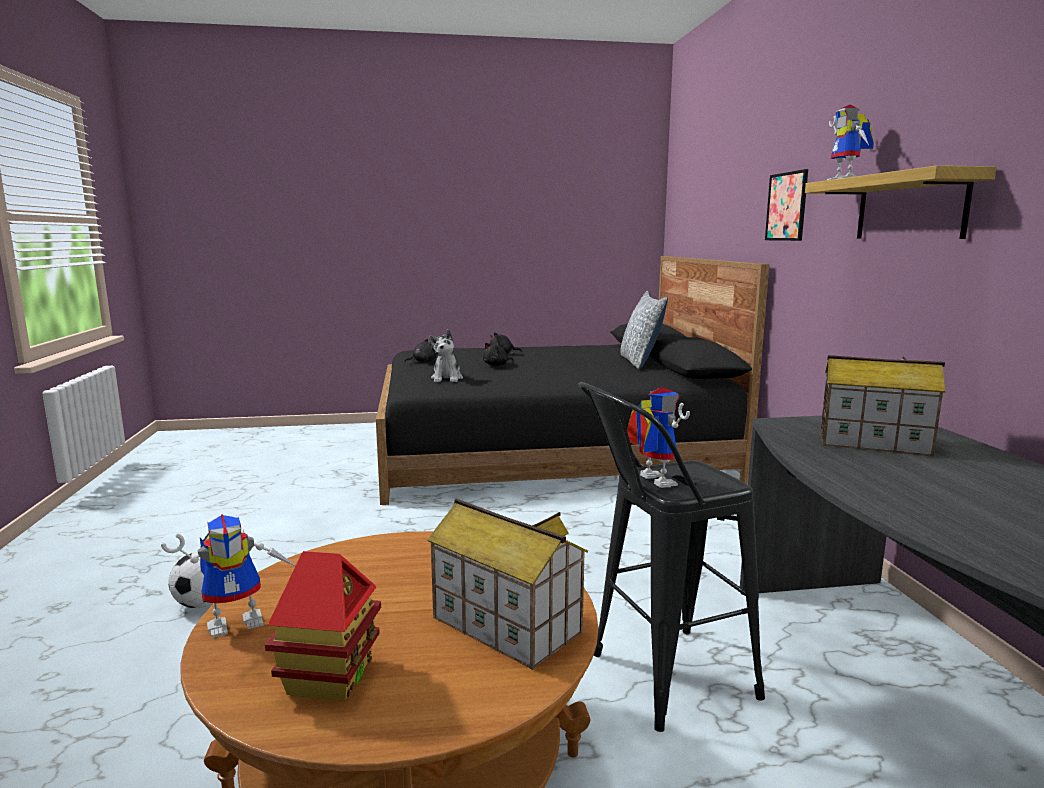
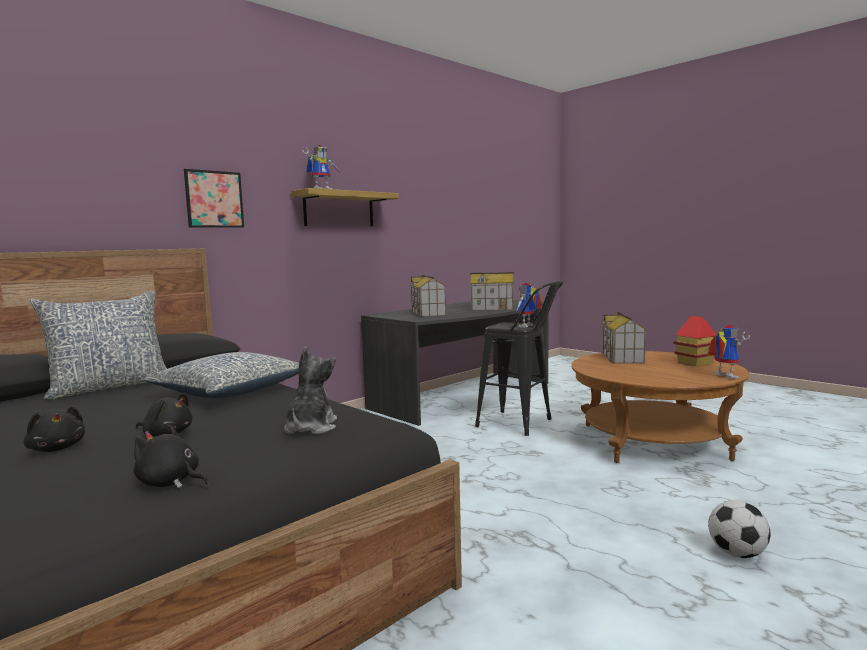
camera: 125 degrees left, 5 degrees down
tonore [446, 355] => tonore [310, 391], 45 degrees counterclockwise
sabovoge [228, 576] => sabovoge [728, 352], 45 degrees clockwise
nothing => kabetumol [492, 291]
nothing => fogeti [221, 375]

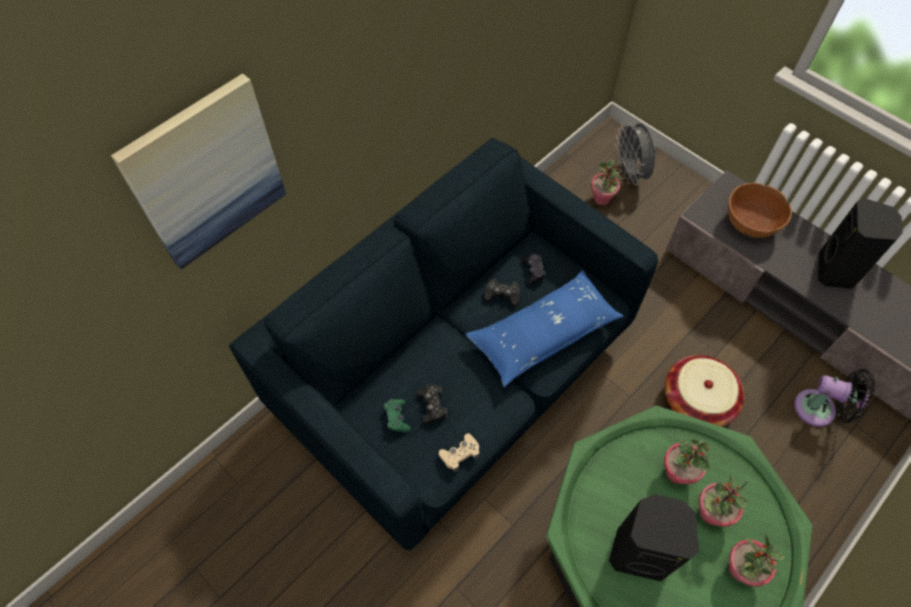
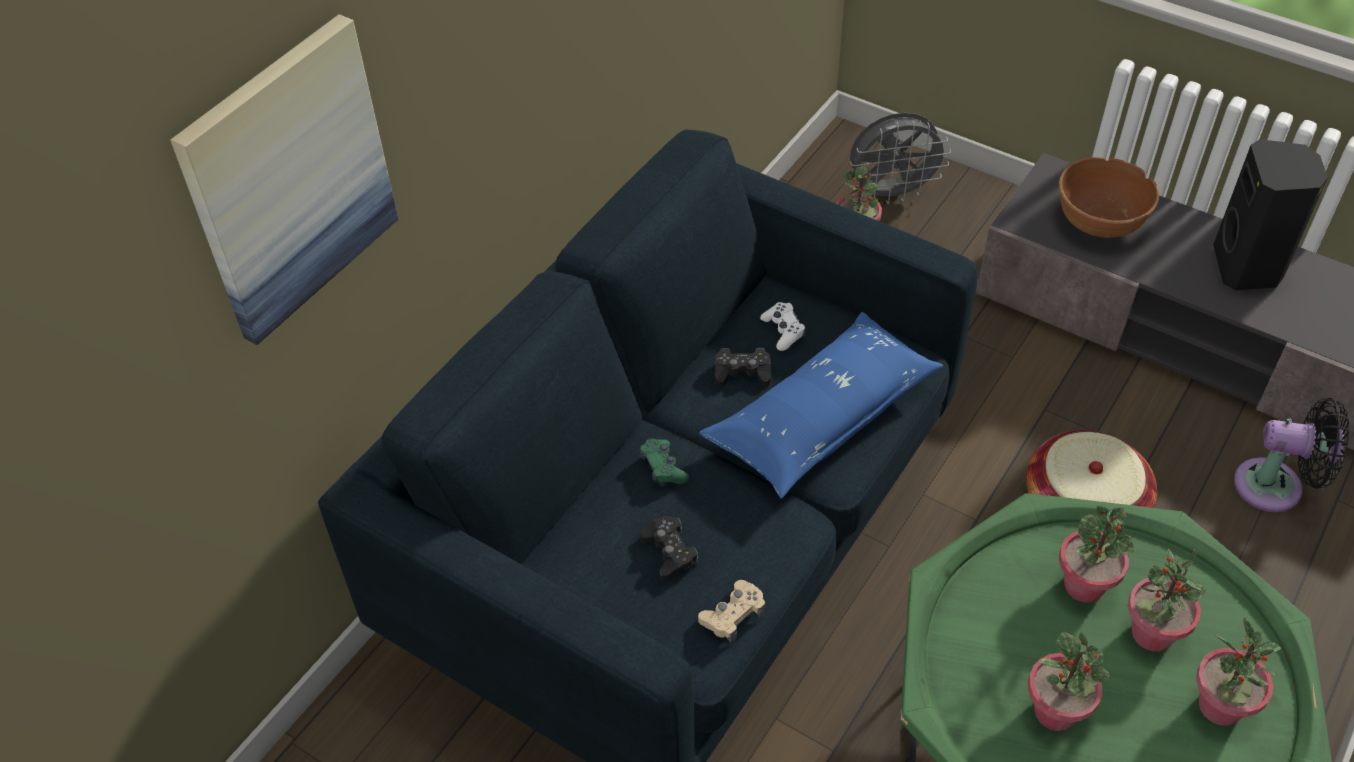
camera: 10 degrees left, 10 degrees down
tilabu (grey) [635, 154] => tilabu (grey) [900, 158], 75 degrees counterclockwise
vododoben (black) [533, 269] => vododoben (white) [783, 326]
vododoben (green) [397, 416] => vododoben (green) [664, 461], move
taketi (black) [654, 538] => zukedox [1069, 681]

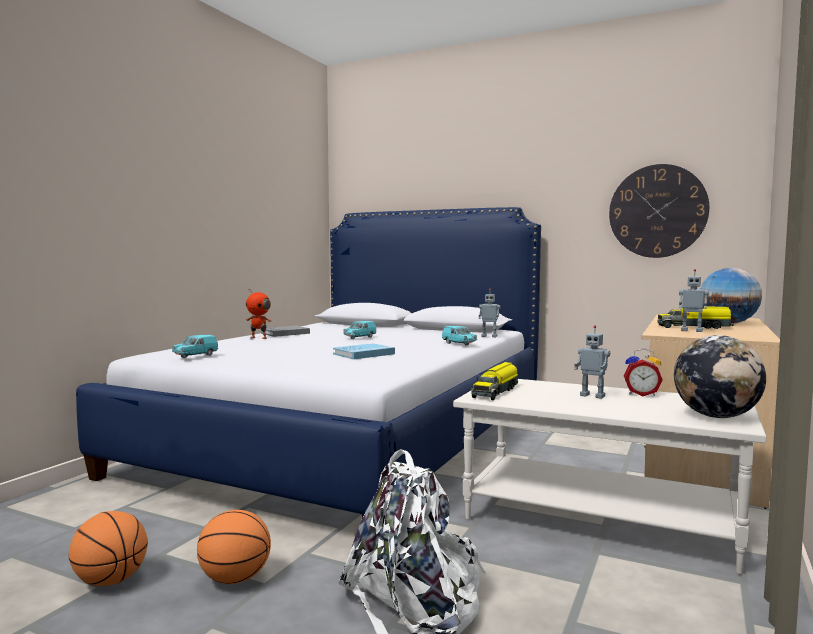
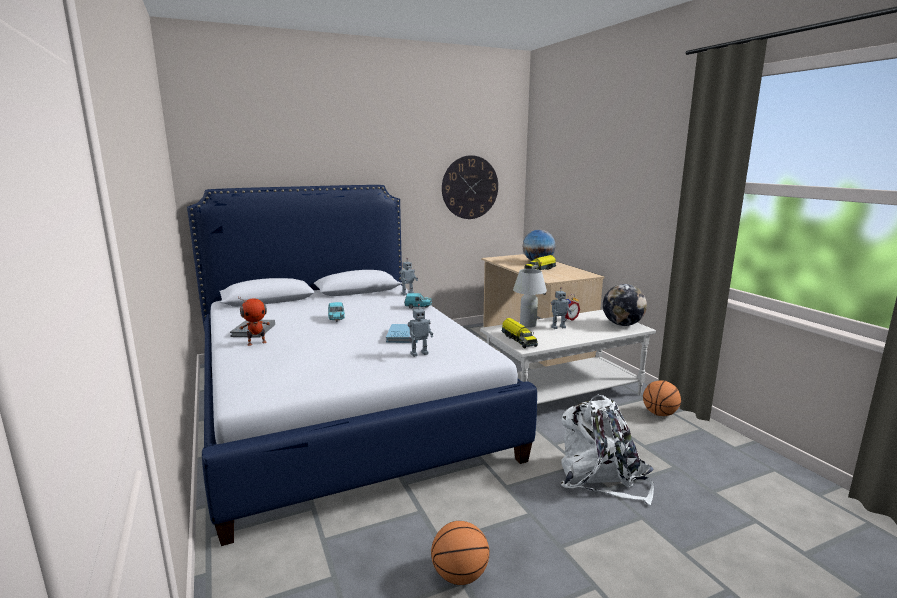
camera: 50 degrees left, 10 degrees up
sabovoge [694, 300] => sabovoge [420, 330], move
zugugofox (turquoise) [195, 346] => nothing
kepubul [234, 547] => kepubul [662, 398], move
nothing => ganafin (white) [530, 298]

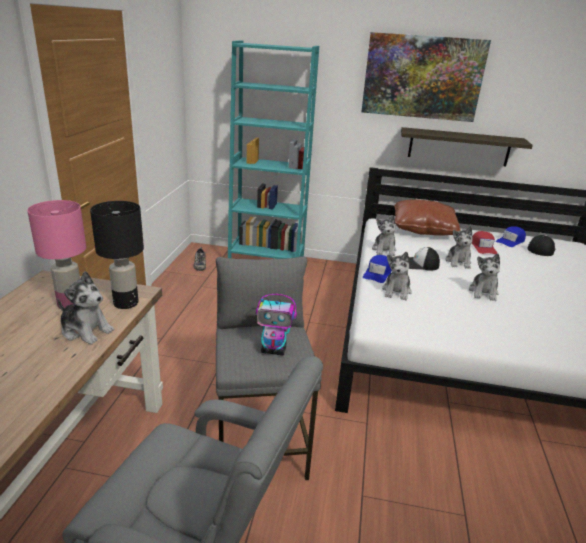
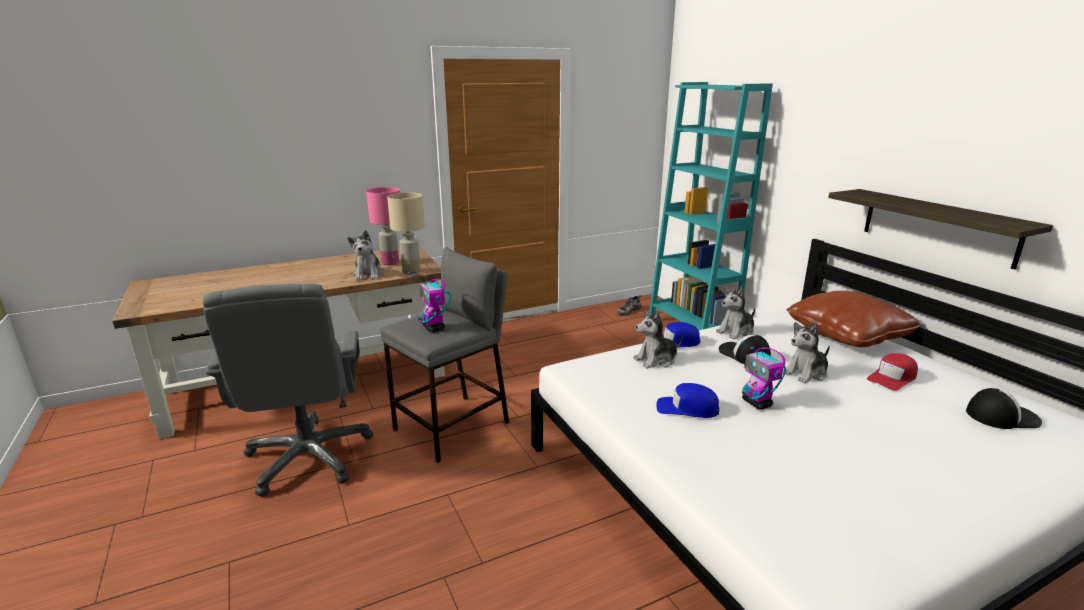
camera: 55 degrees right, 5 degrees down
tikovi [426, 77] => nothing
ganafin (black) [117, 255] => ganafin (beige) [406, 233]
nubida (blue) [511, 236] => nubida (blue) [687, 400], move
tonore [484, 277] => sabovoge [763, 375]

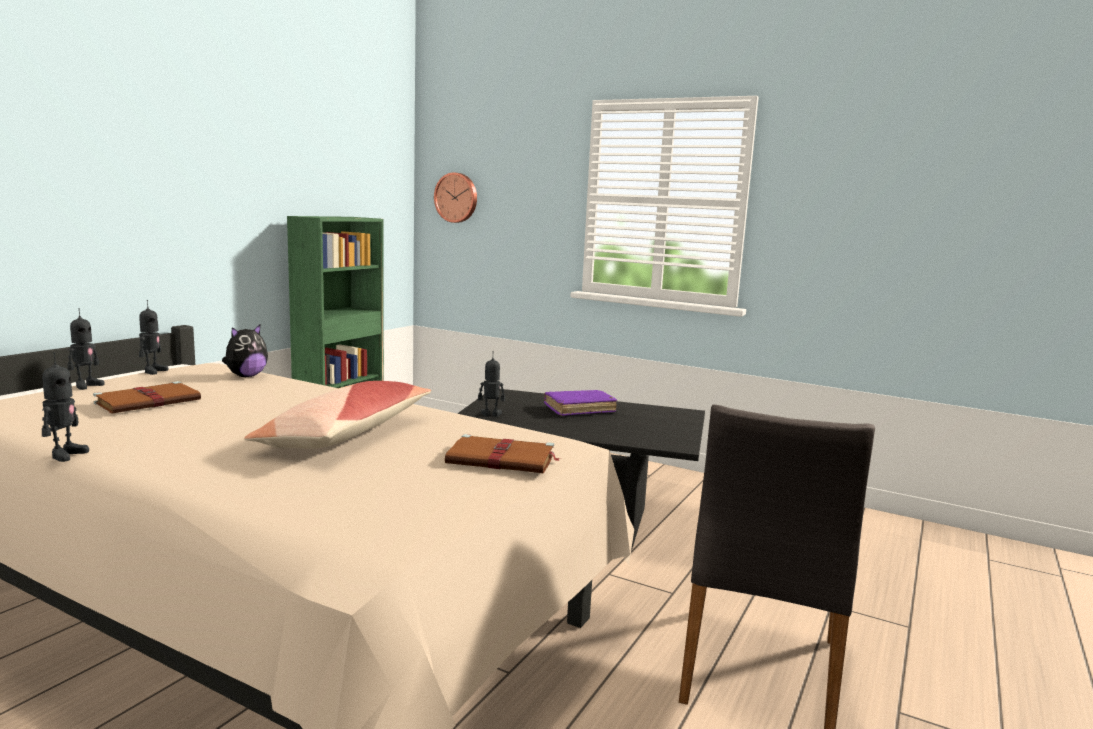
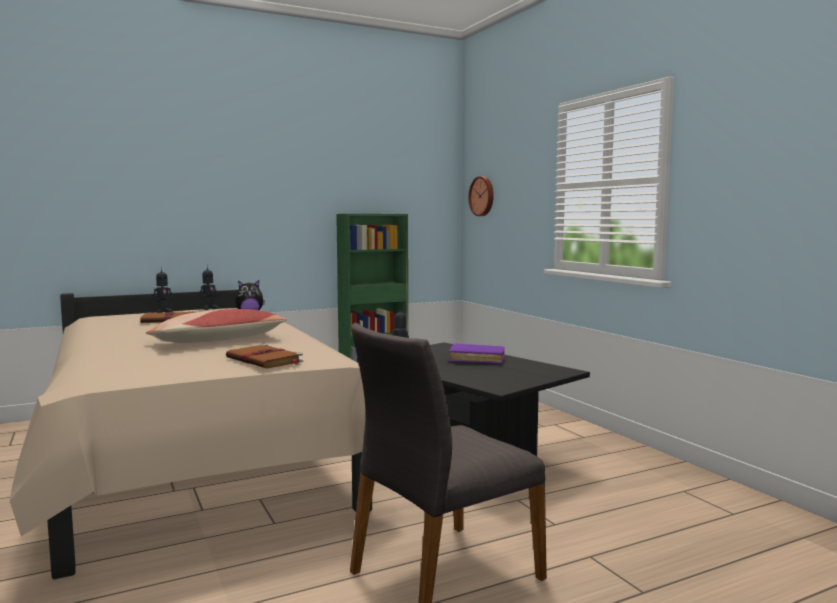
camera: 35 degrees right, 5 degrees down
sabovoge [65, 407] => nothing

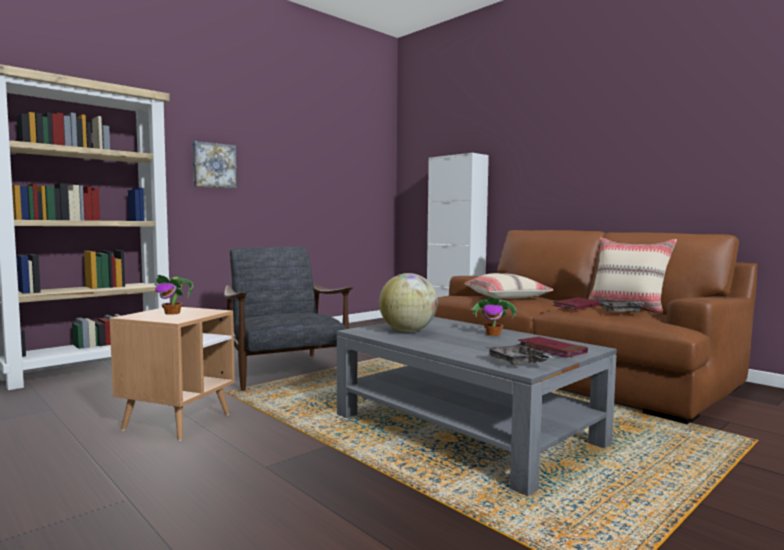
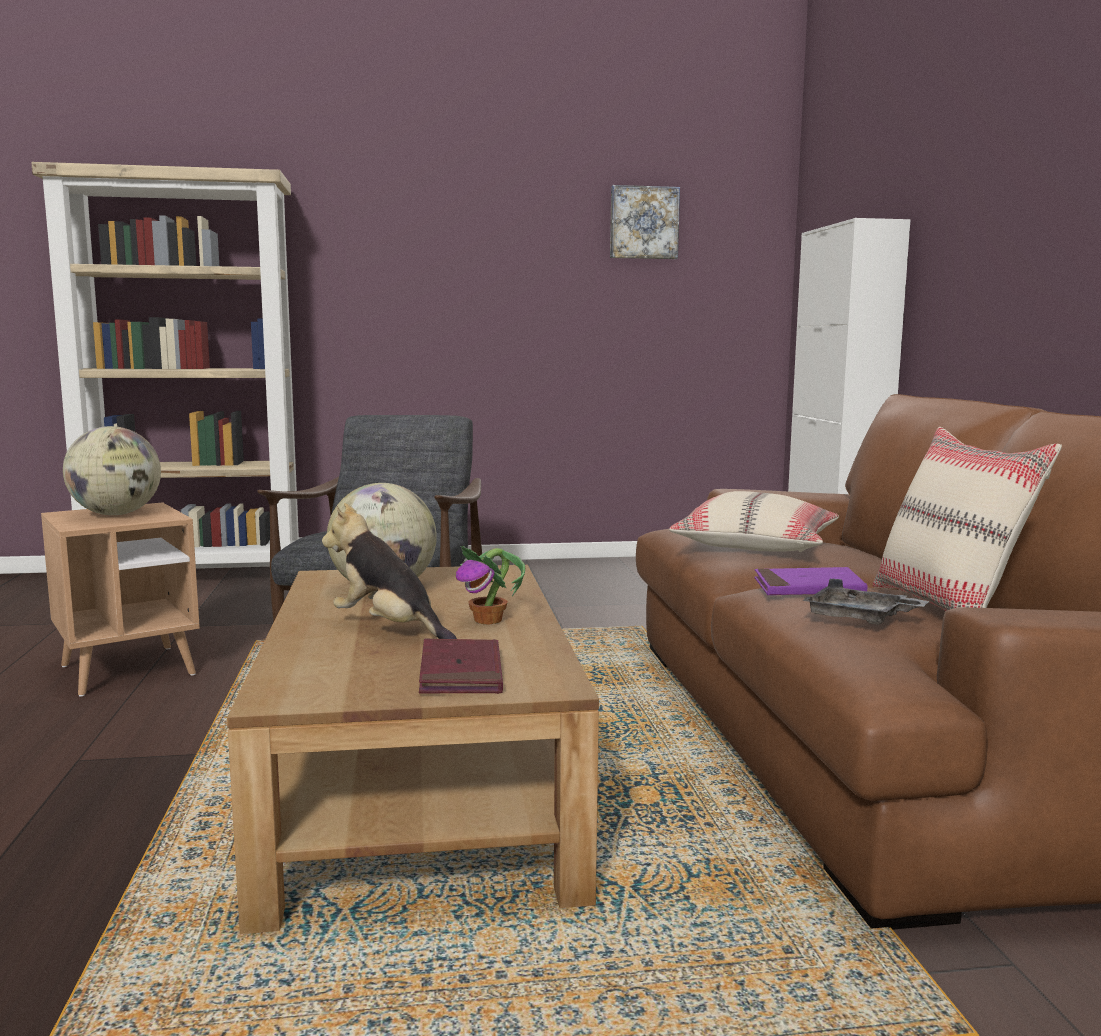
camera: 35 degrees right, 5 degrees up
tikovi [215, 165] => tikovi [645, 222], move
zukedox [173, 294] => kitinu [112, 470]
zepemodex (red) [577, 303] => zepemodex (purple) [811, 581]
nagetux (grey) [477, 406] => nagetux (brown) [413, 749]
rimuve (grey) [520, 353] => nothing
nothing => tonore [389, 571]

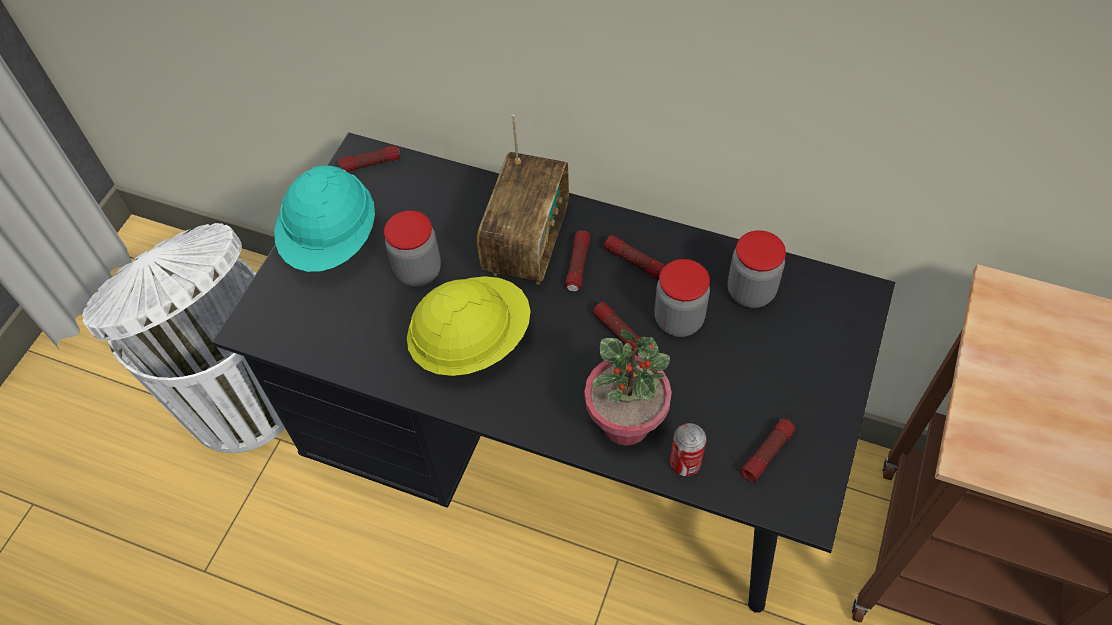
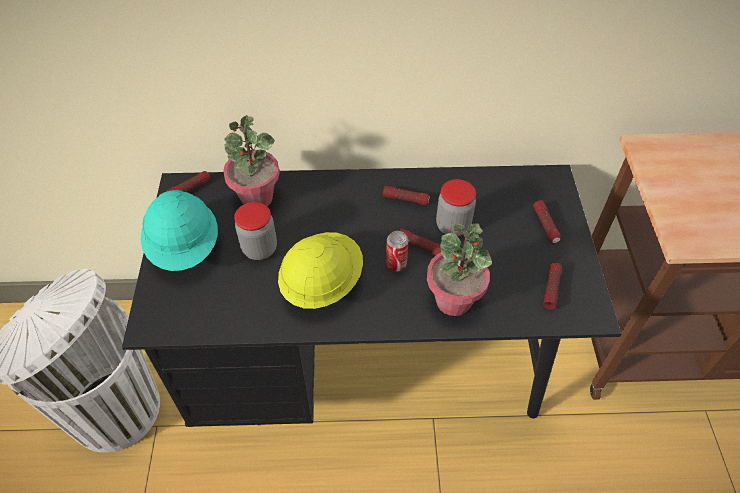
camera: 25 degrees left, 5 degrees down
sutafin [522, 199] => nothing
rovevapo [578, 261] => rovevapo [547, 221], move
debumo [757, 269] => nothing
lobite [688, 449] => lobite [397, 251], move
nothing => zukedox [251, 160]

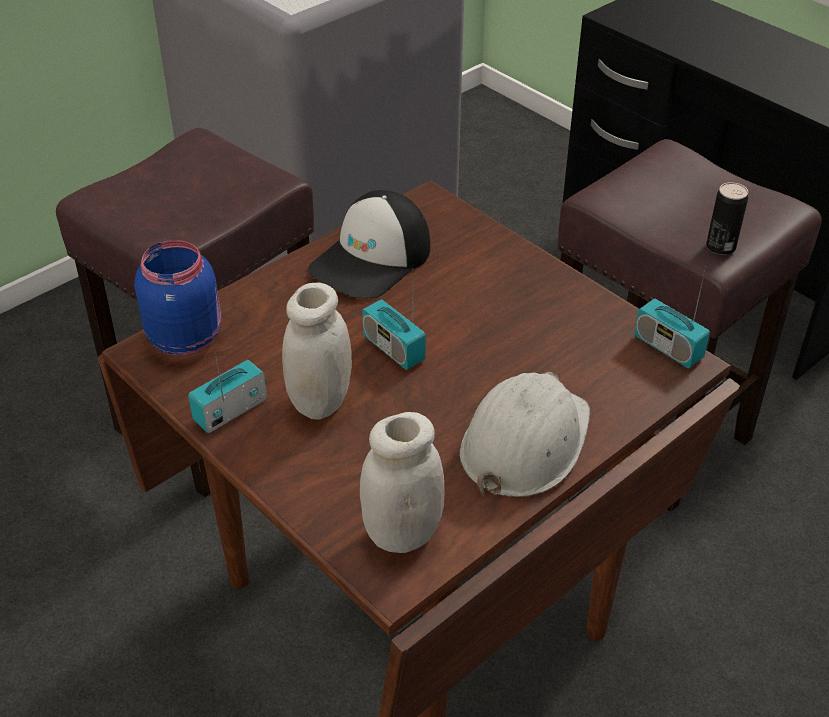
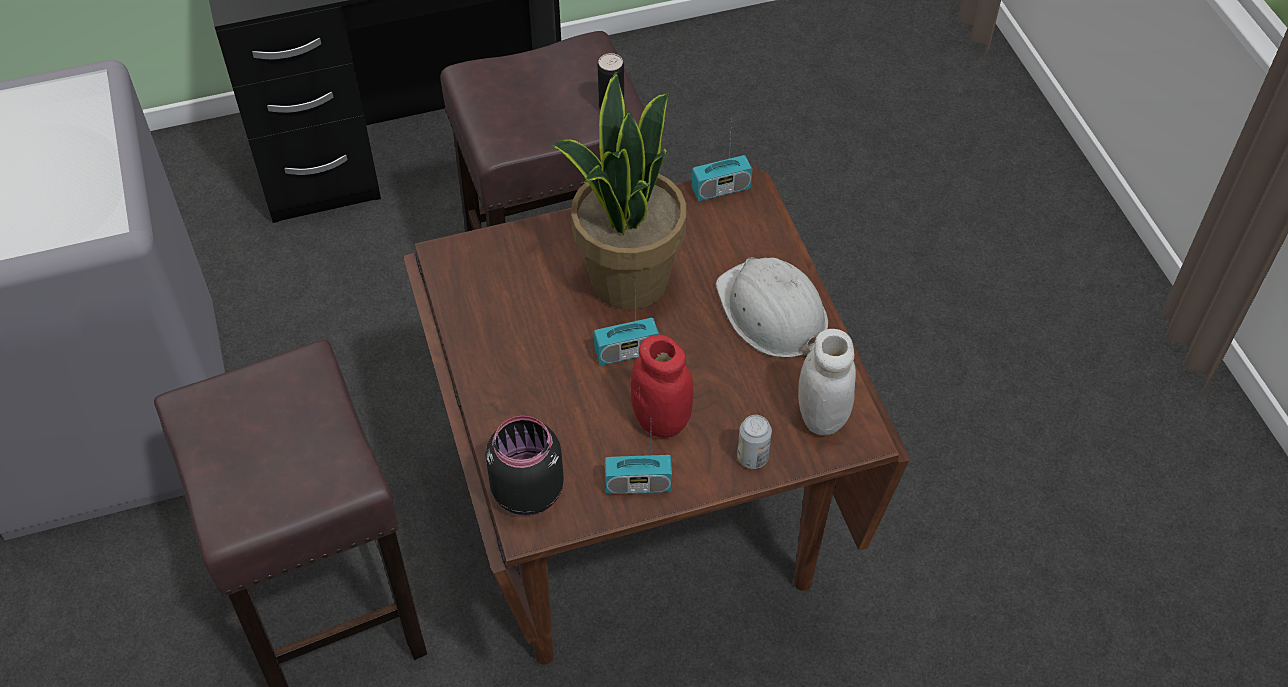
camera: 65 degrees left, 10 degrees up
nubida [369, 244] => nothing
debumo (blue) [177, 298] => debumo (black) [525, 466]
debumo (white) [317, 351] => debumo (red) [662, 386]
sutafin [227, 389] => sutafin [638, 464], 75 degrees counterclockwise
nothing => zukedox [619, 191]
nothing => lobite [754, 442]

